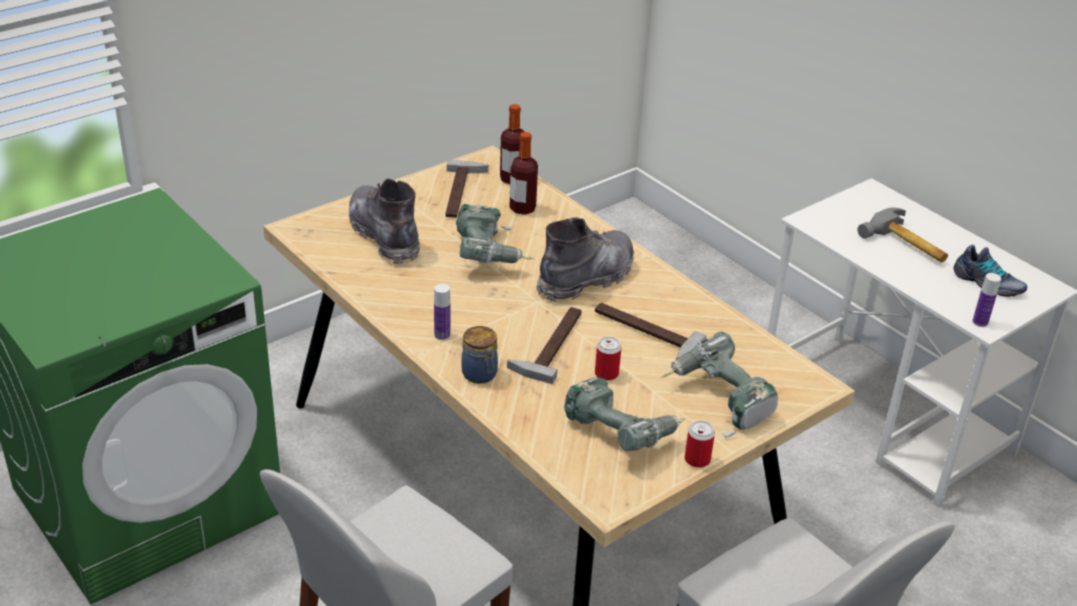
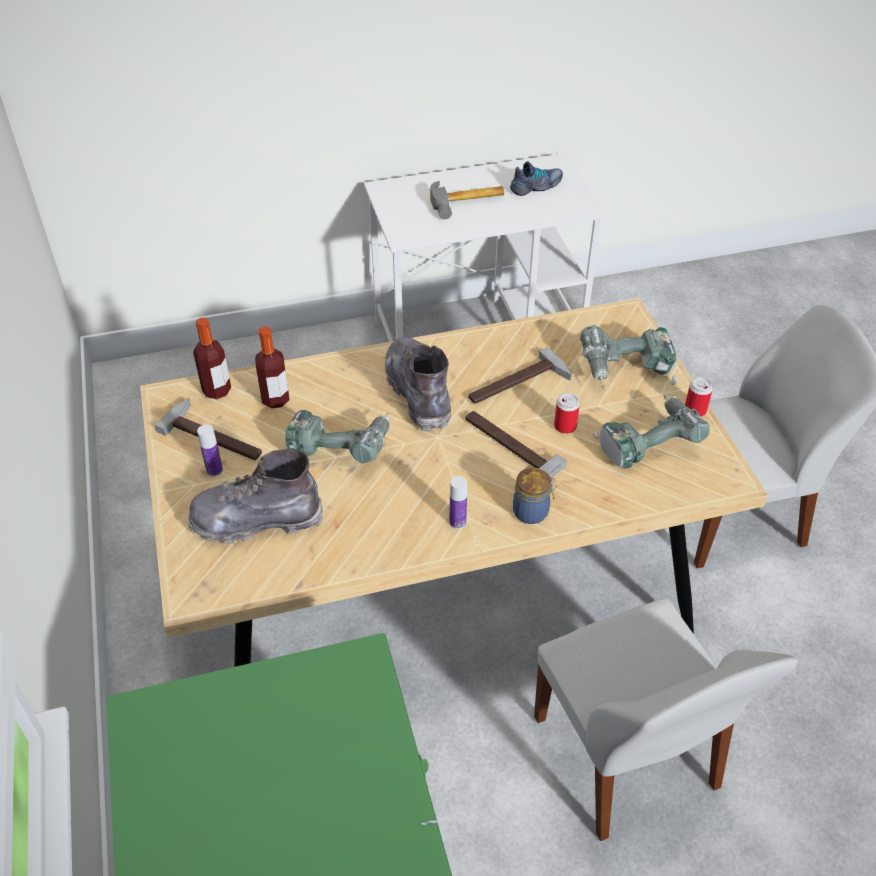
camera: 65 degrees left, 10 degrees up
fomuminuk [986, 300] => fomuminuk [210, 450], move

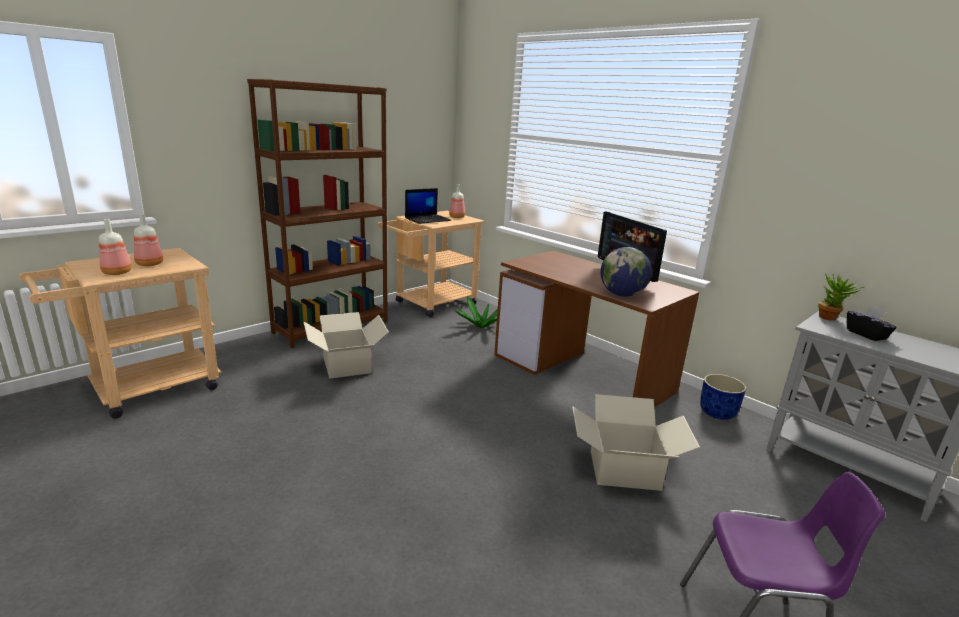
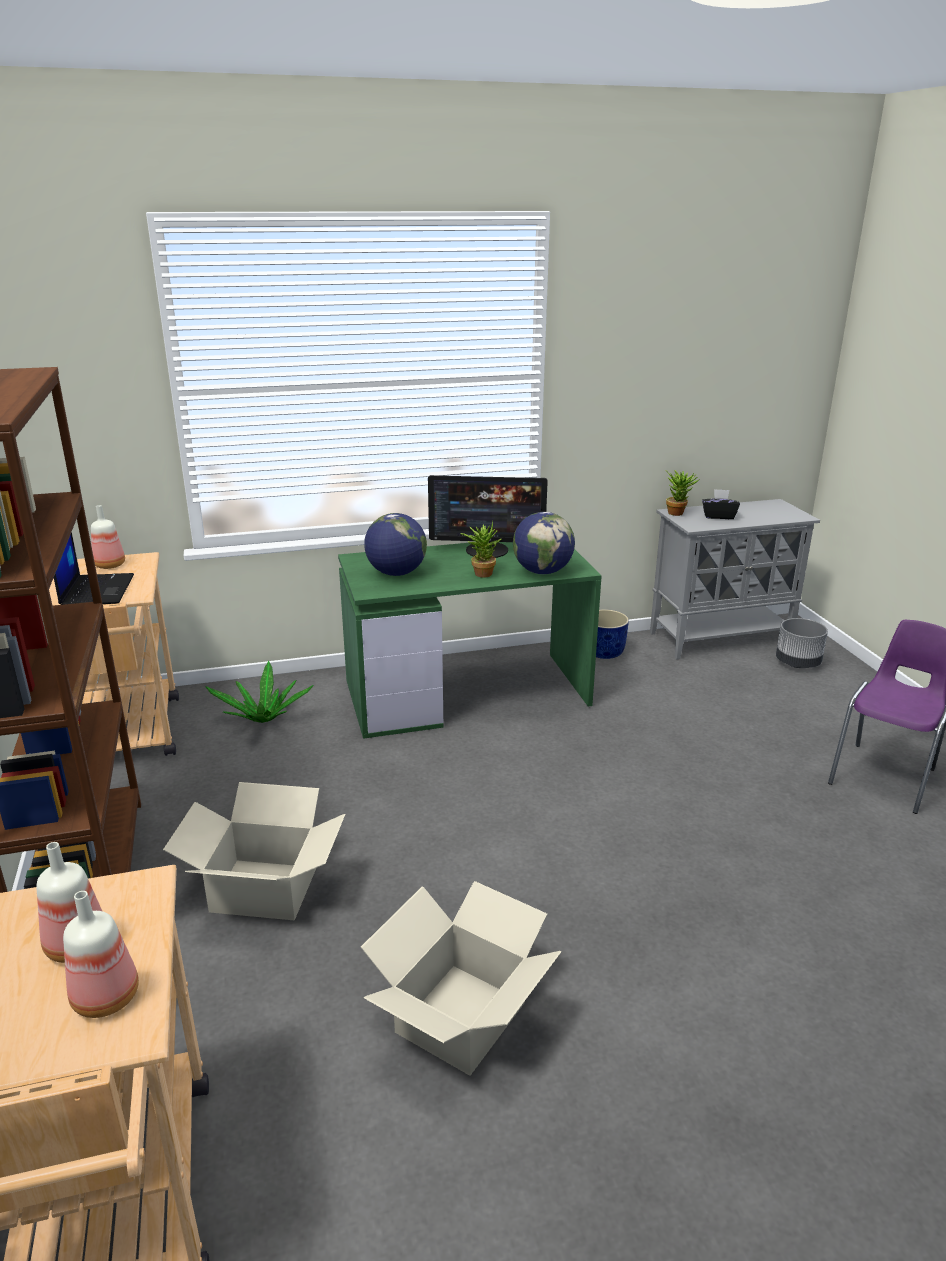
camera: 60 degrees left, 5 degrees up
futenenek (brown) [596, 329] => futenenek (green) [470, 640]
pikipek [636, 442] => pikipek [461, 978], move
nothing => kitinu [395, 544]
nothing => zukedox [480, 549]
nothing => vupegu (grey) [802, 643]

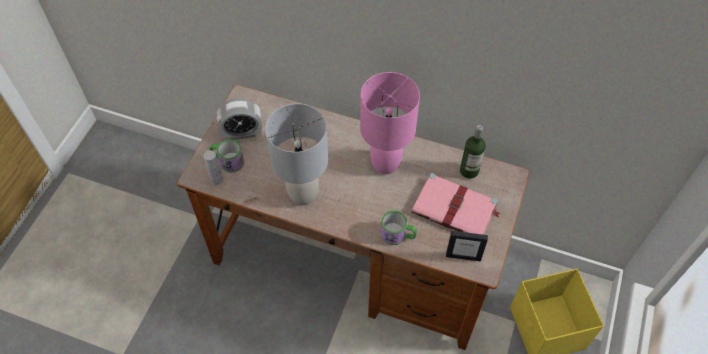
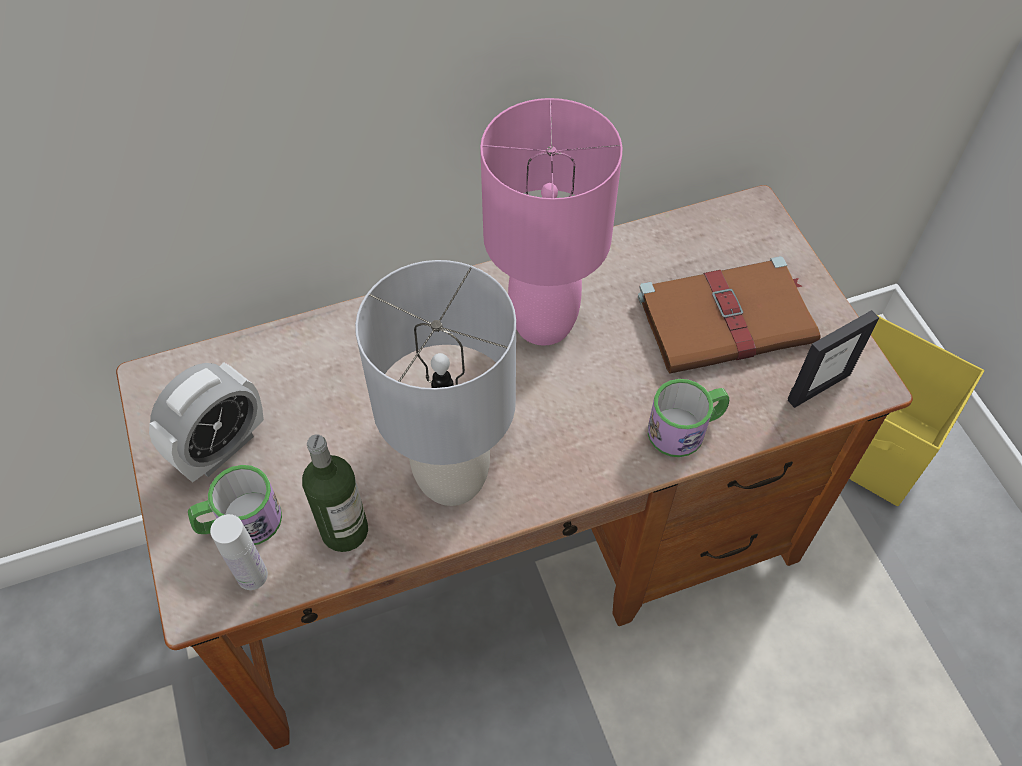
camera: 40 degrees left, 0 degrees up
fomuminuk [473, 152] => fomuminuk [335, 493], move
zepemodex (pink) [456, 204] => zepemodex (brown) [729, 315]

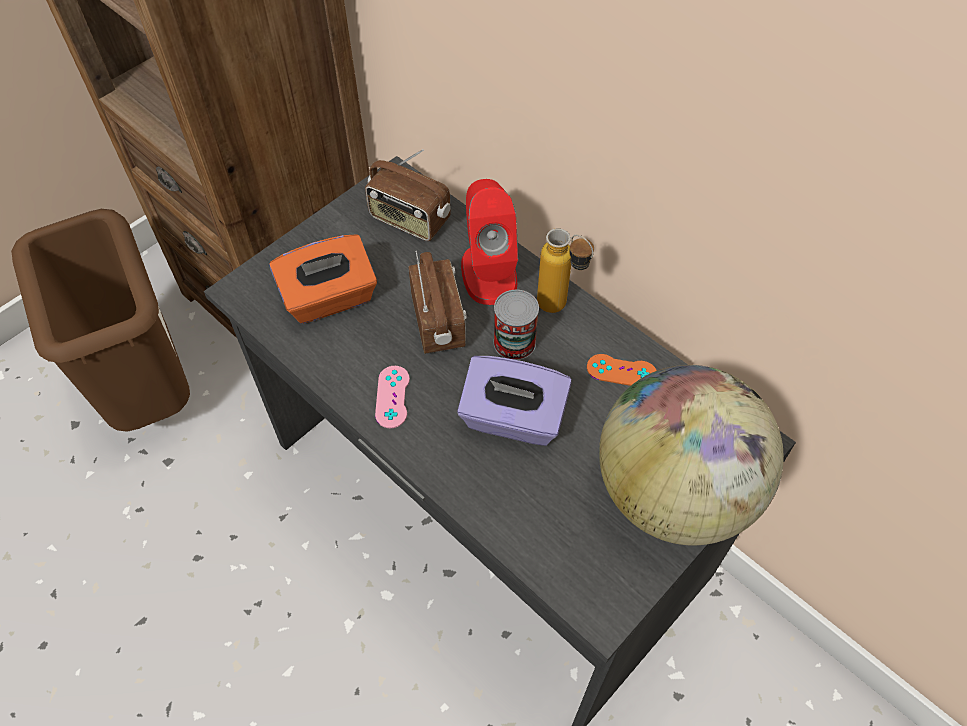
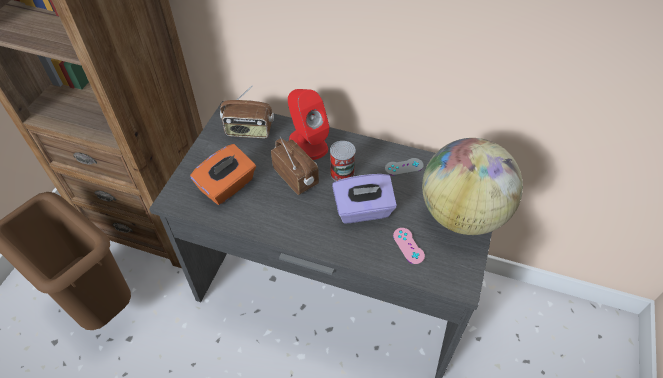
camera: 25 degrees left, 5 degrees down
fomuminuk [565, 270] => nothing
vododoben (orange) [622, 370] => vododoben (grey) [404, 167]
vododoben (pink) [392, 397] => vododoben (pink) [409, 246], move

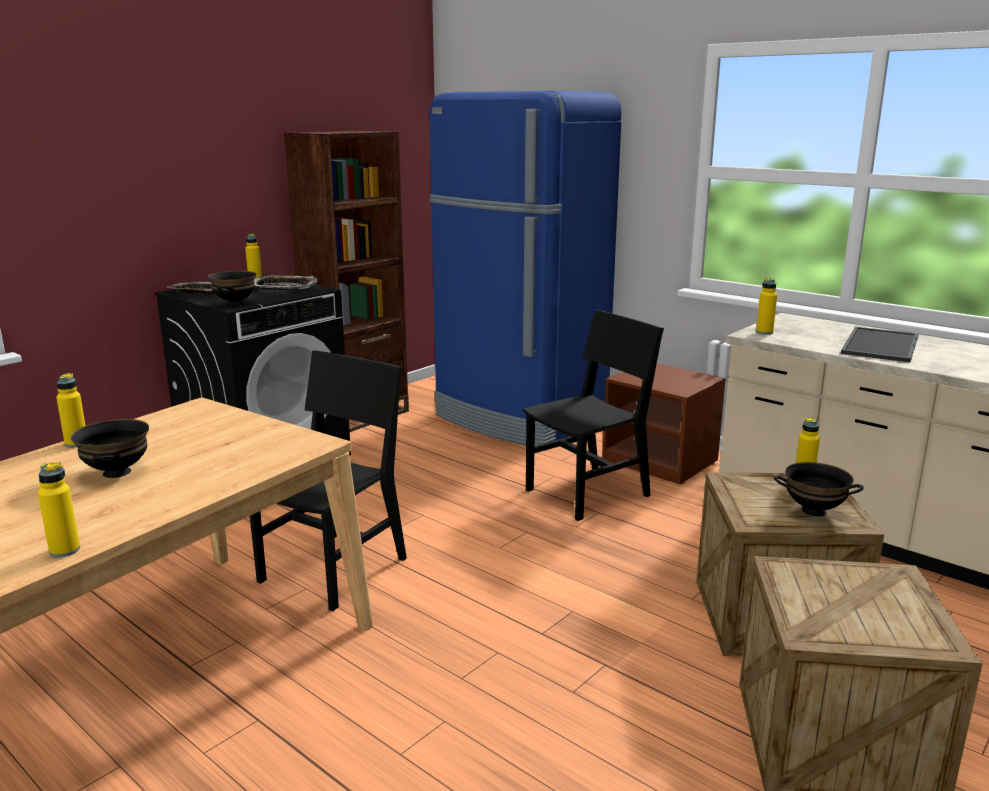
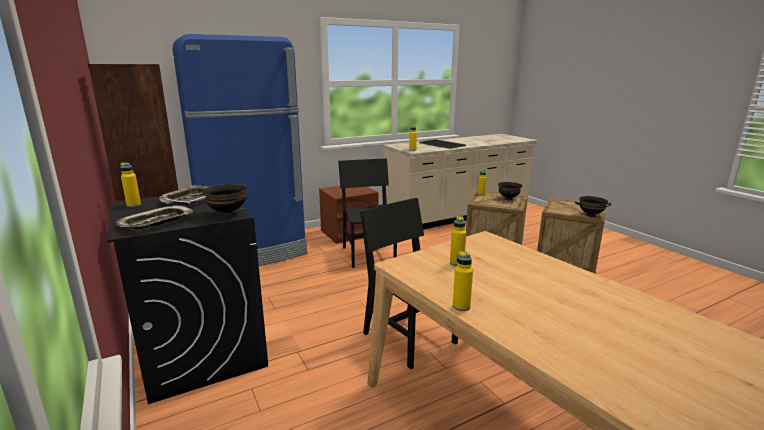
camera: 70 degrees left, 0 degrees up
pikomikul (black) [110, 448] => pikomikul (black) [593, 206], move
fomuminuk (yellow) [59, 510] => fomuminuk (yellow) [458, 241], move

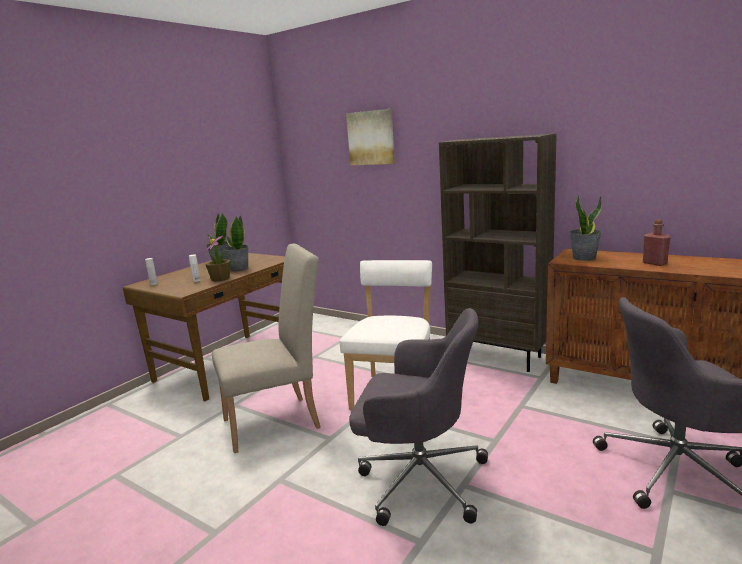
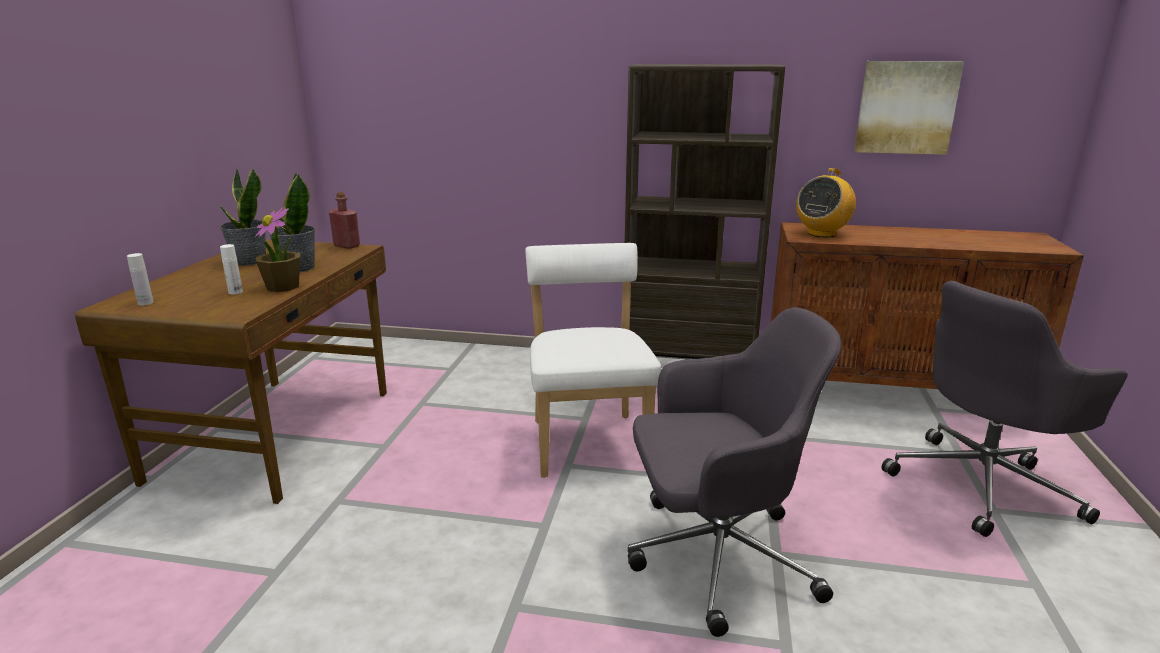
camera: 25 degrees left, 5 degrees up
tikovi [370, 137] => tikovi [909, 108], move
zukedox [586, 227] => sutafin [826, 202]
fomuminuk (red) [657, 242] => fomuminuk (red) [344, 220], move
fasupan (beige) [266, 348] => nothing

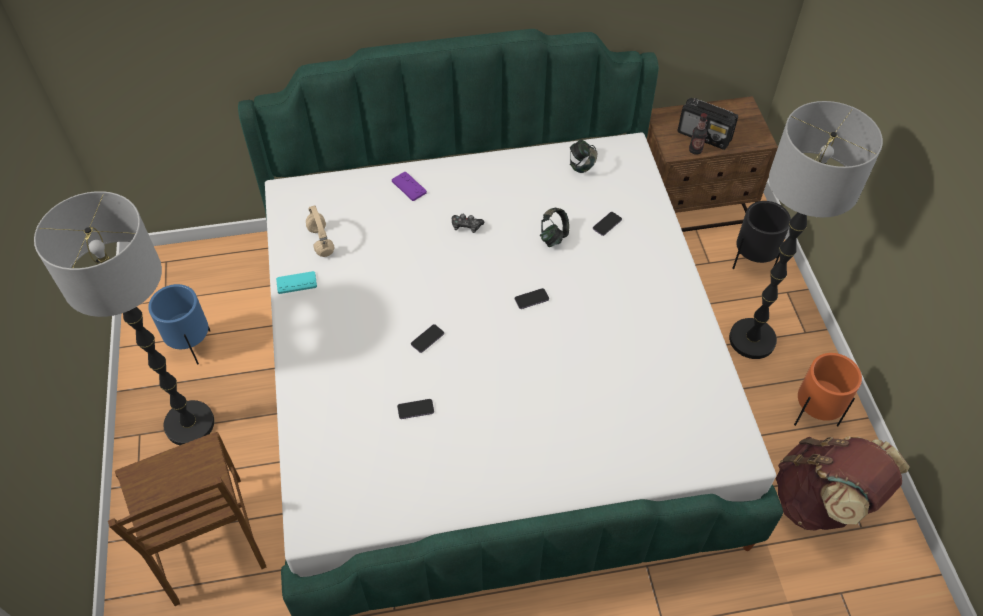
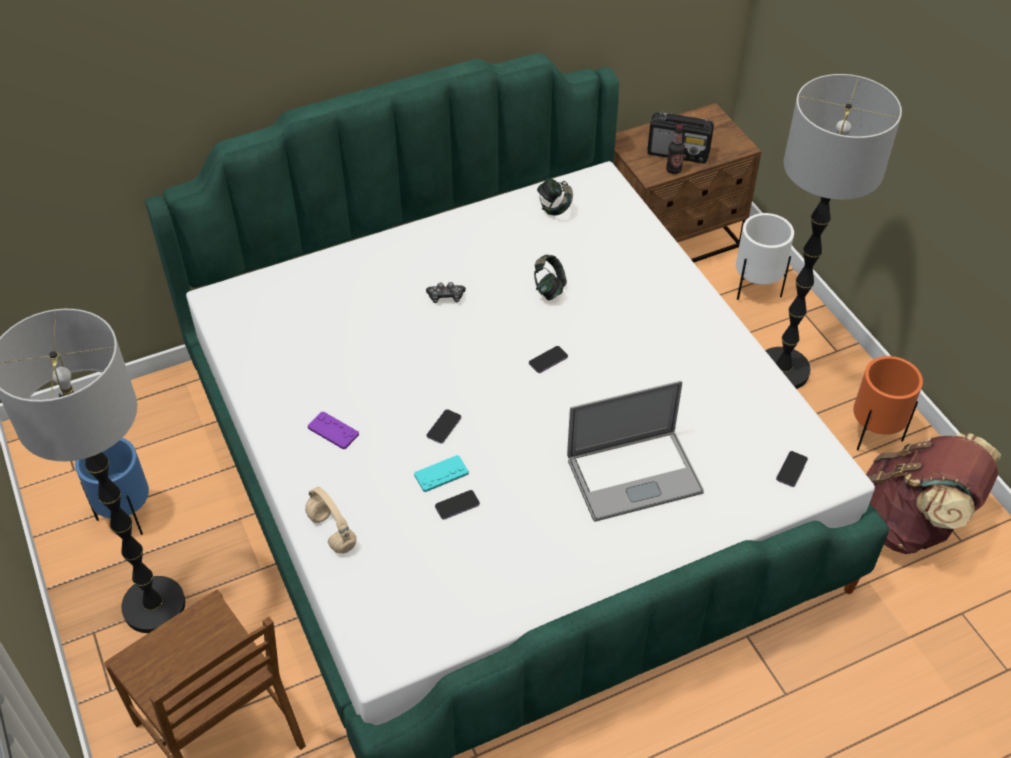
camera: 15 degrees left, 5 degrees down
vododoben (purple) [409, 186] => vododoben (purple) [333, 430], move
vupegu (black) [761, 235] => vupegu (white) [765, 256]
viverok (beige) [320, 231] => viverok (beige) [330, 520], move
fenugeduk [607, 224] => fenugeduk [792, 469], move
vododoben (turquoise) [296, 282] => vododoben (turquoise) [441, 473], move
nothing => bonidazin [635, 451]

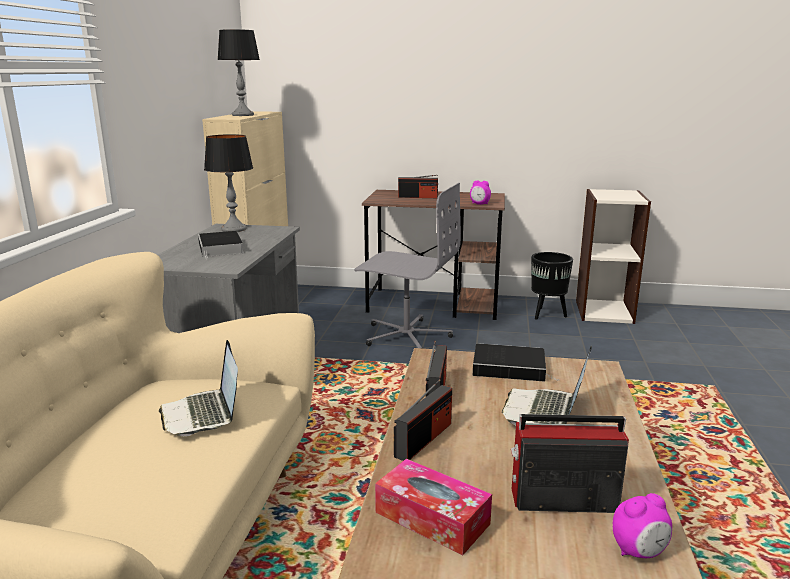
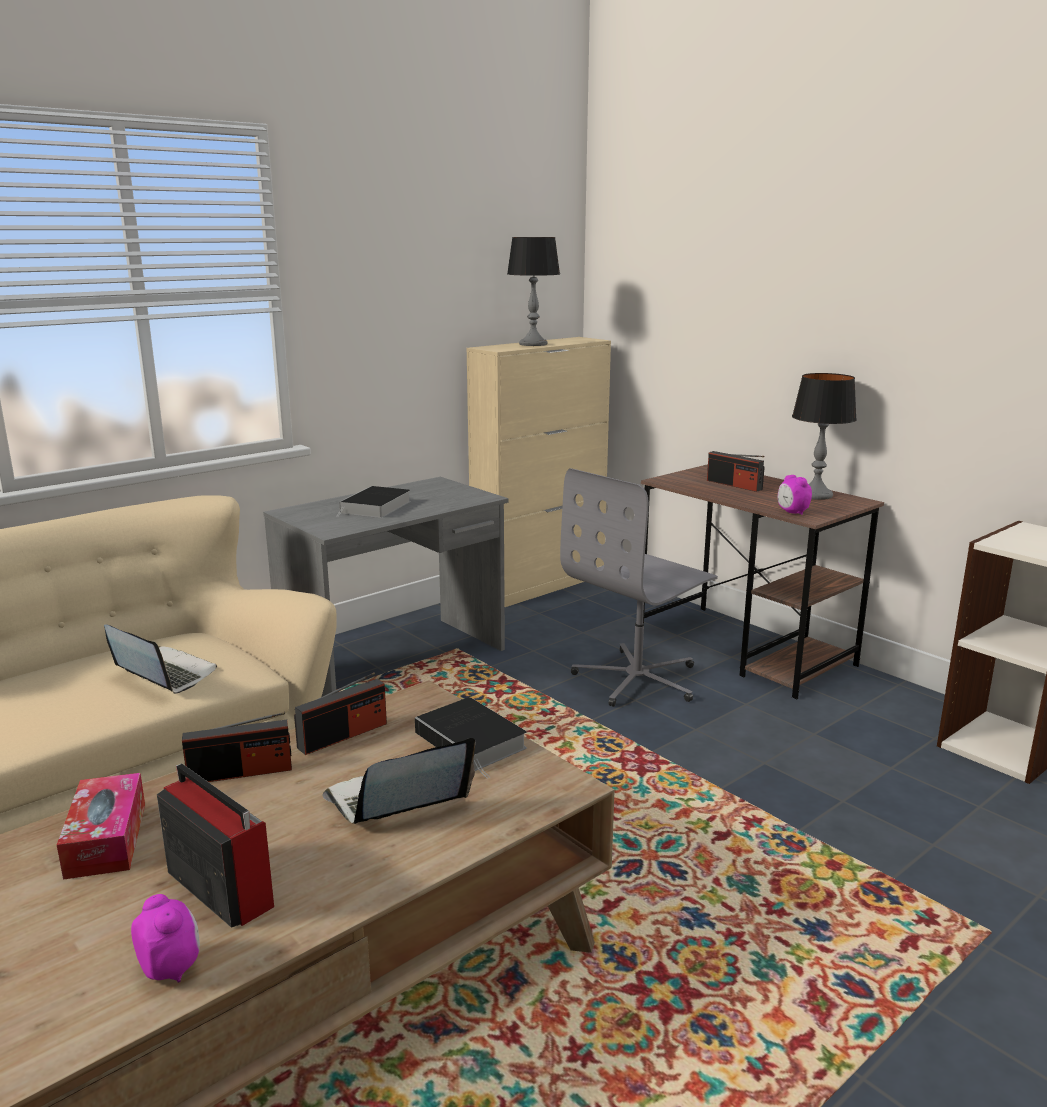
camera: 40 degrees right, 0 degrees up
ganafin [228, 183] => ganafin [824, 436], move
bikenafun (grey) [407, 265] => bikenafun (grey) [639, 587], 75 degrees clockwise
vupegu (black) [552, 286] => nothing
bonidazin [198, 388] => bonidazin [160, 659], 105 degrees clockwise
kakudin [642, 525] => kakudin [165, 938], 150 degrees counterclockwise

